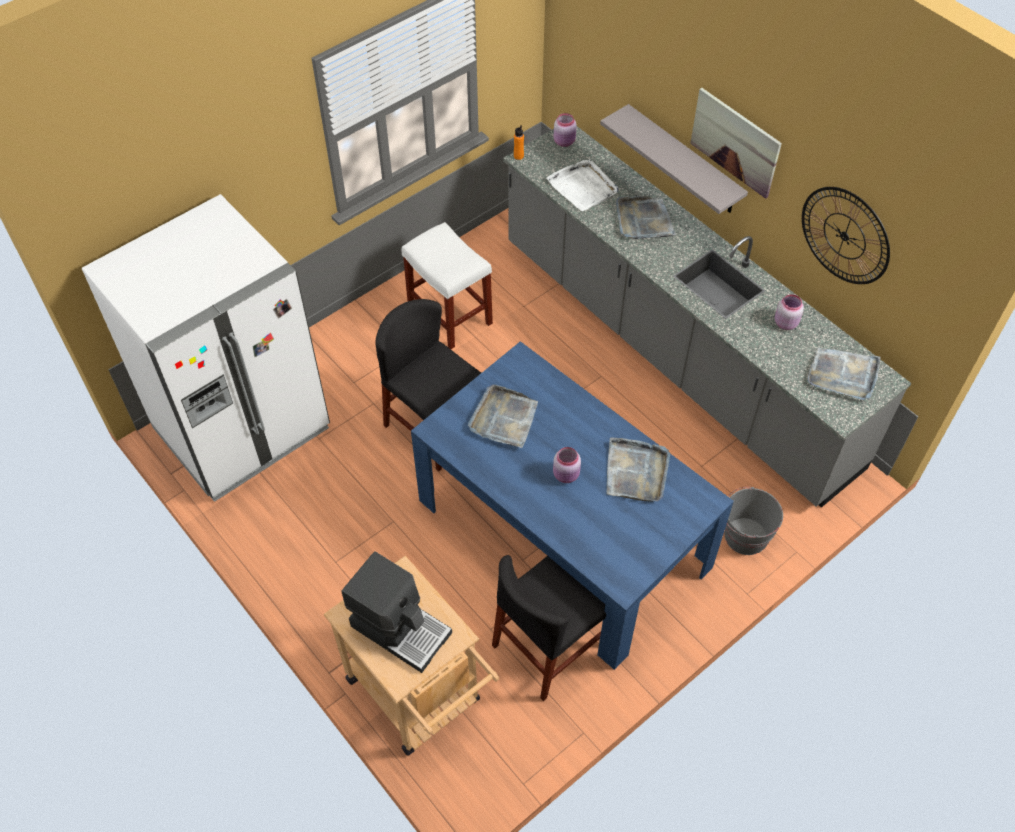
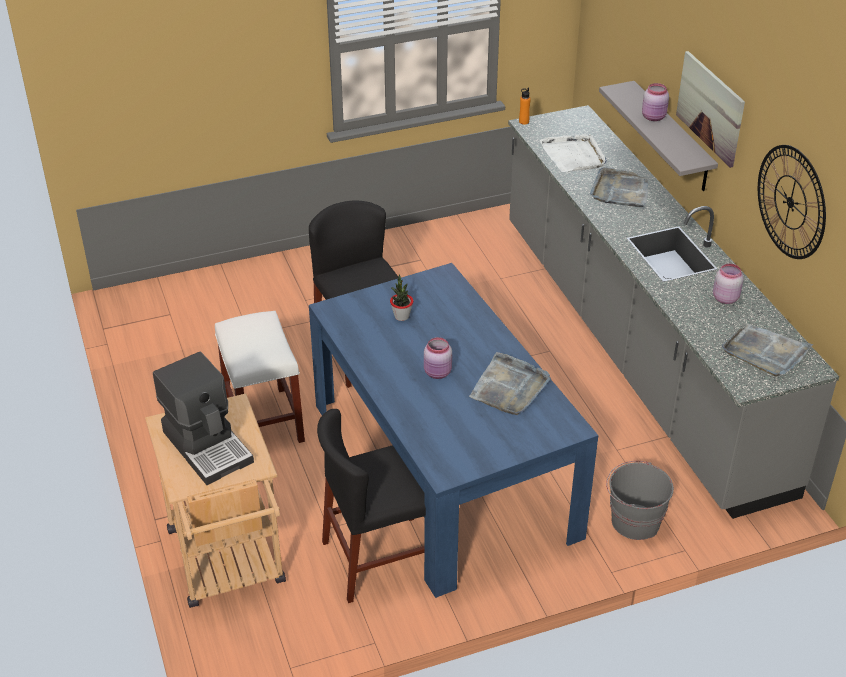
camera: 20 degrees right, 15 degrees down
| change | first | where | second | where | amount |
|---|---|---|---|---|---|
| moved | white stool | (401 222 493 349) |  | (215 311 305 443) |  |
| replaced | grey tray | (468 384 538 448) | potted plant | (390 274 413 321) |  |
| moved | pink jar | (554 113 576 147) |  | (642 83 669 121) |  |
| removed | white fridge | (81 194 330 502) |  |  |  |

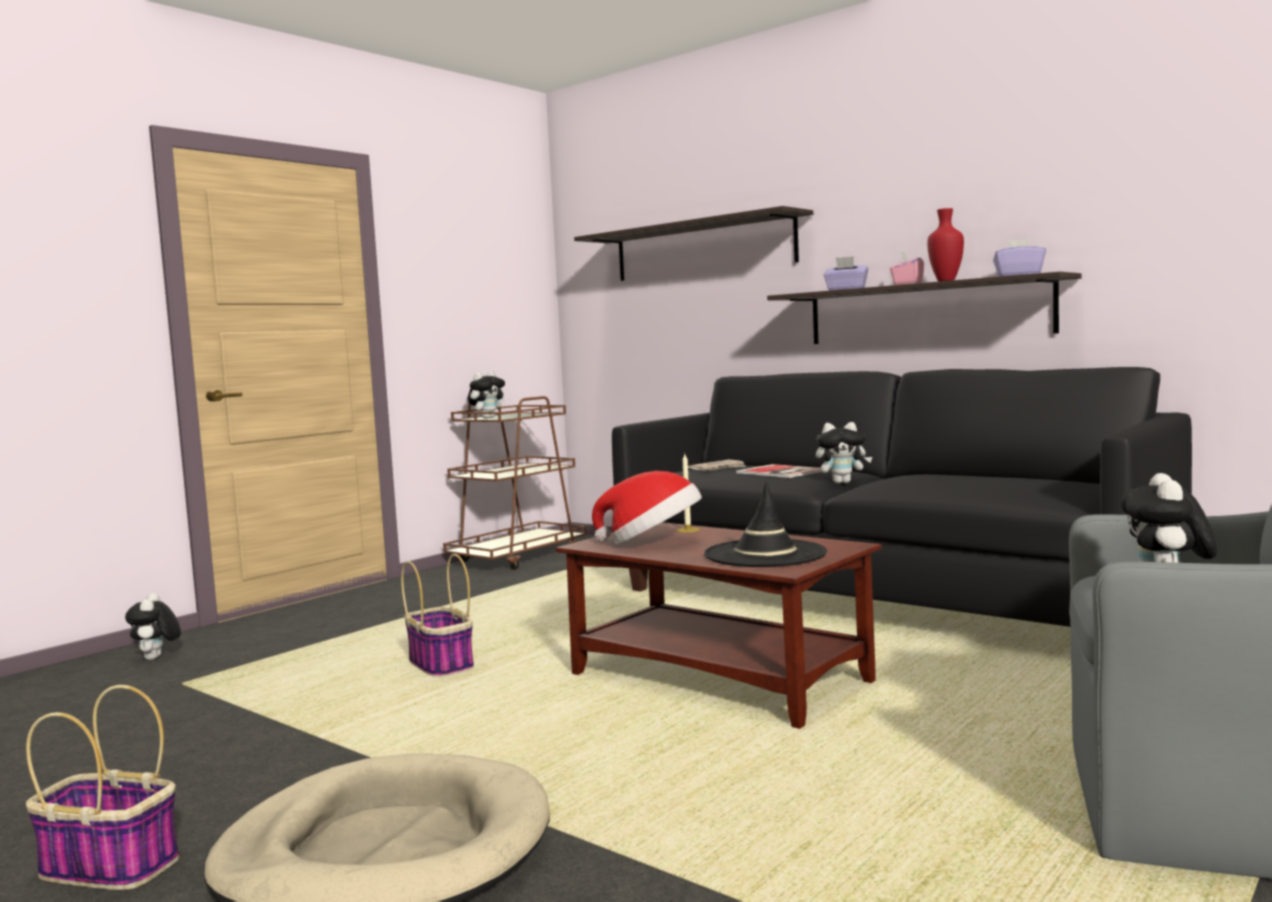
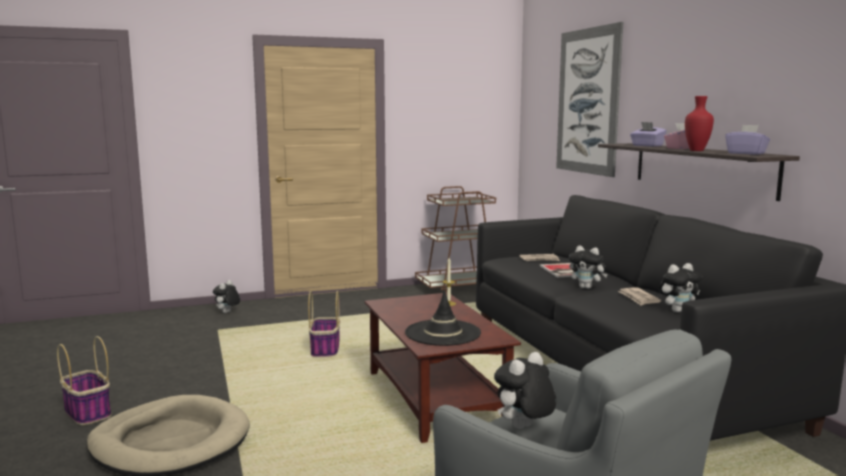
camera: 30 degrees right, 5 degrees up
| change | first | where | second | where | amount |
|---|---|---|---|---|---|
| replaced | shelf | (574 206 813 281) | picture | (556 22 623 177) |  |
| added |  |  | newspaper | (618 287 661 306) |  |
| moved | plush toy | (468 371 505 419) |  | (659 263 703 313) |  |
| removed | hat | (592 471 702 545) |  |  |  |

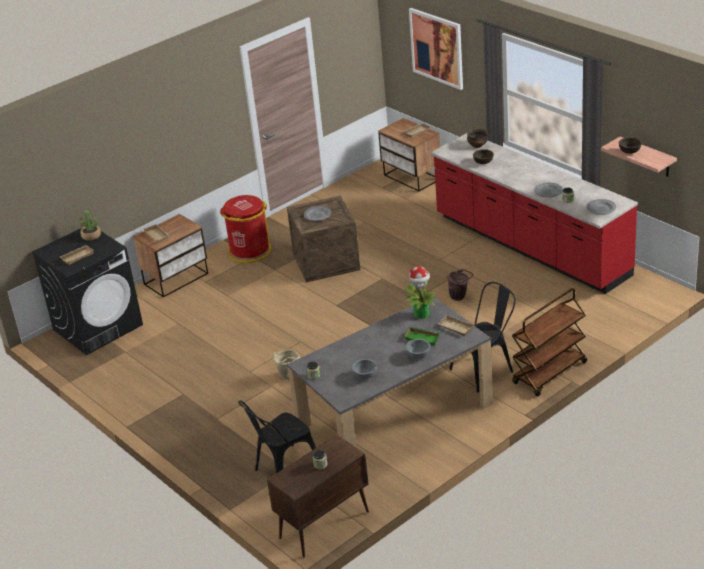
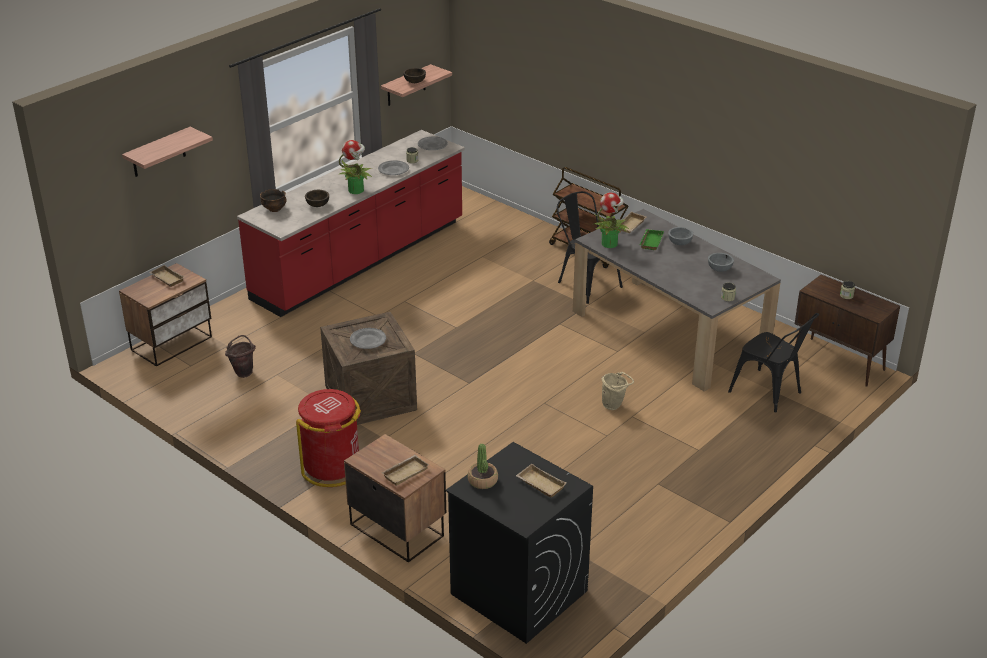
camera: 100 degrees left, 0 degrees up
| change | first | where | second | where | amount |
|---|---|---|---|---|---|
| replaced | picture | (409 8 463 90) | shelf | (122 127 213 177) |  |
| moved | brown bucket | (447 269 473 301) |  | (225 335 256 378) |  |
| added |  |  | potted plant | (338 140 372 194) |  |

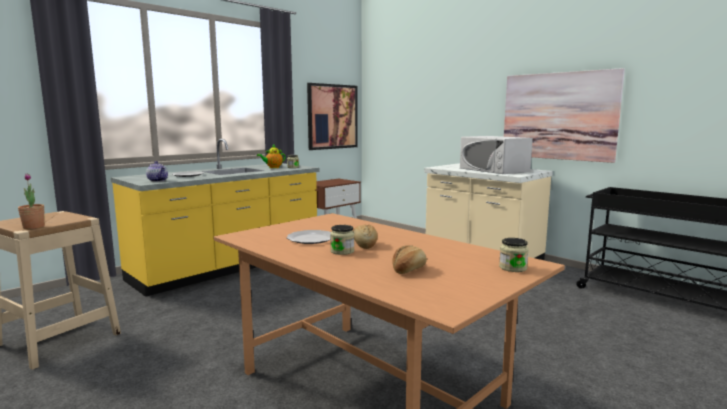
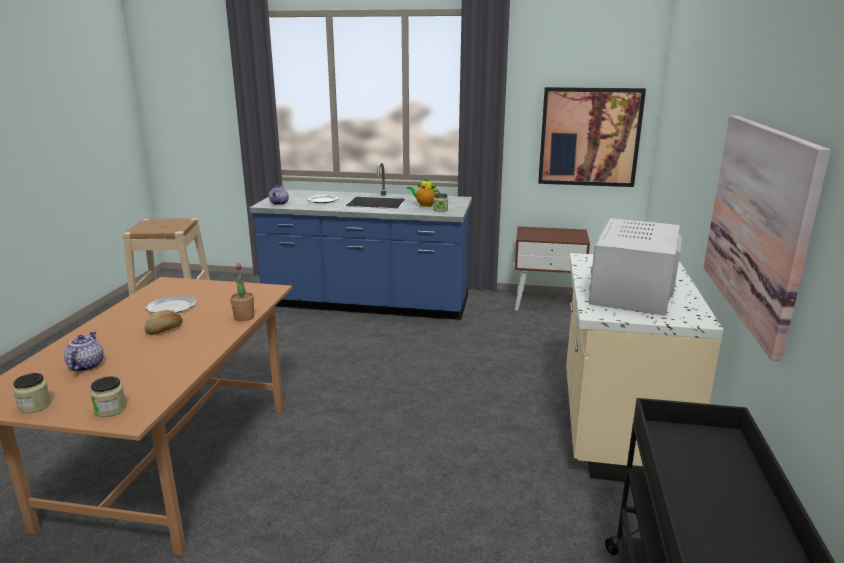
camera: 55 degrees right, 10 degrees up
| change | first | where | second | where | amount |
|---|---|---|---|---|---|
| moved | jar | (330 225 354 255) |  | (13 373 51 413) |  |
| replaced | bread | (392 245 427 274) | teapot | (64 331 104 372) |  |
| moved | potted plant | (18 174 45 229) |  | (230 263 254 321) |  |
| recoloured | yellow counter | (110 139 320 297) | blue counter | (249 162 472 320) |  |

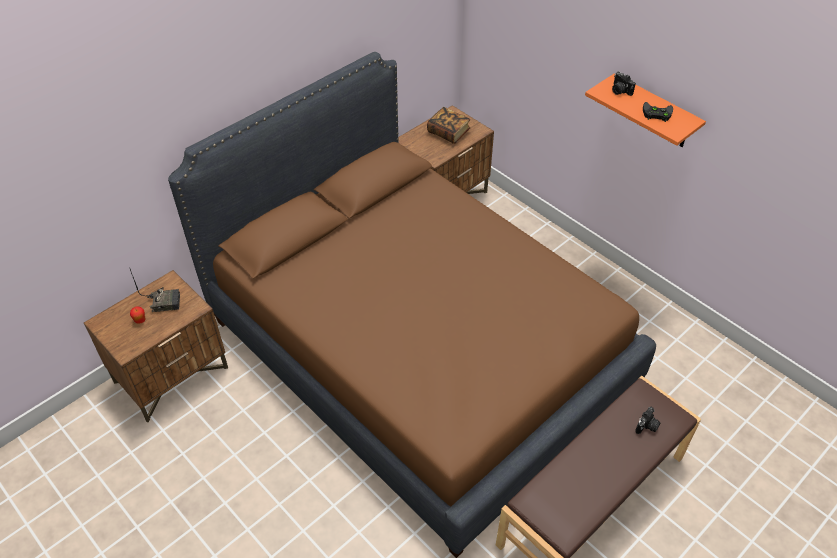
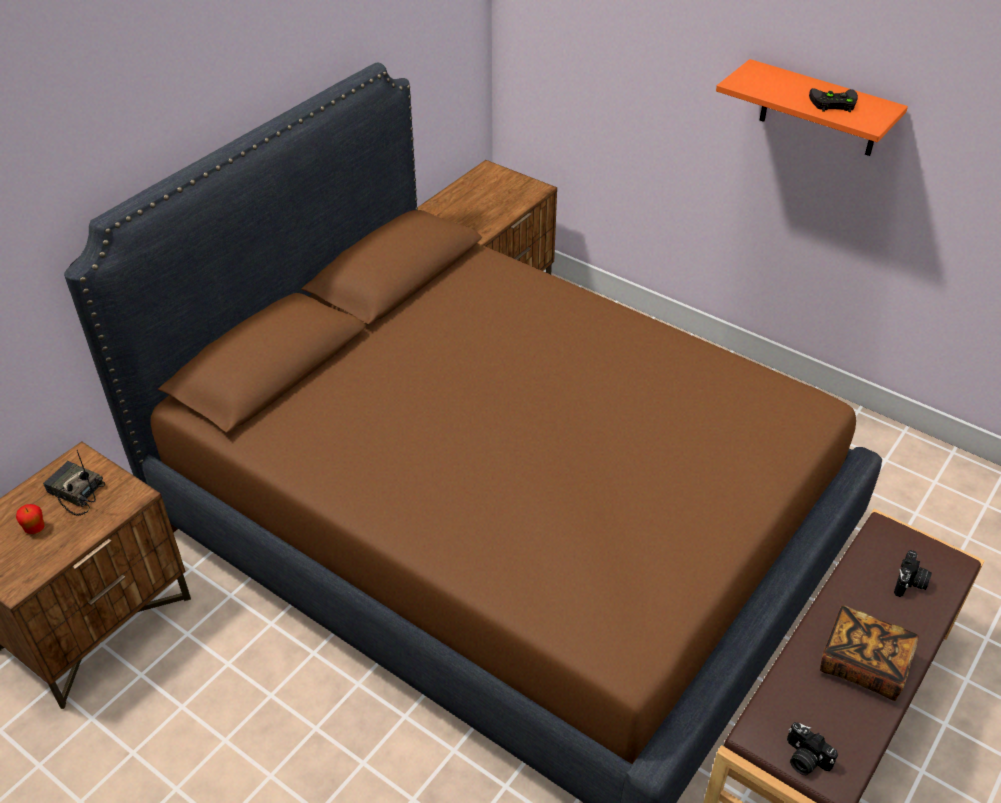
camera: 10 degrees left, 5 degrees down
| change | first | where | second | where | amount |
|---|---|---|---|---|---|
| turned | radio | (130 269 180 312) |  | (43 450 105 516) | 135 degrees counterclockwise |
| moved | photo camera | (612 72 636 96) |  | (787 722 838 775) |  |
| moved | book | (427 107 471 144) |  | (820 605 919 701) |  |

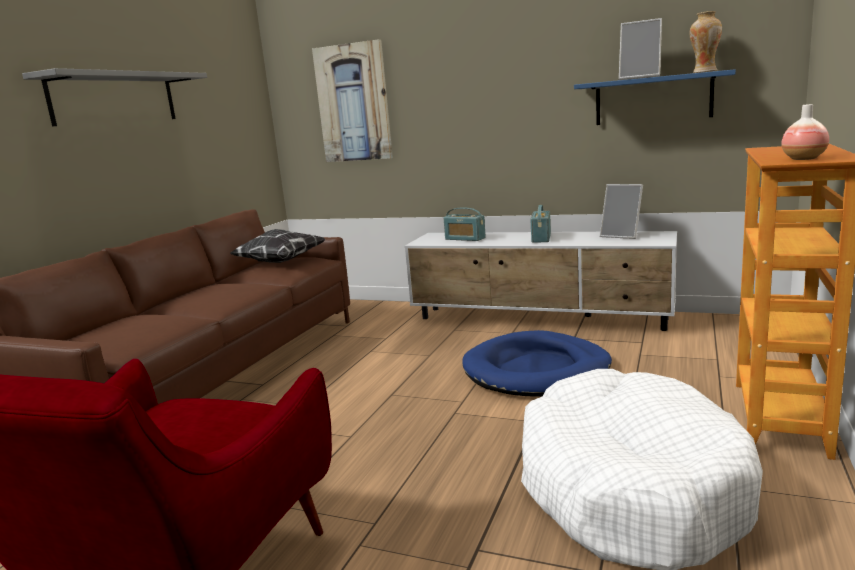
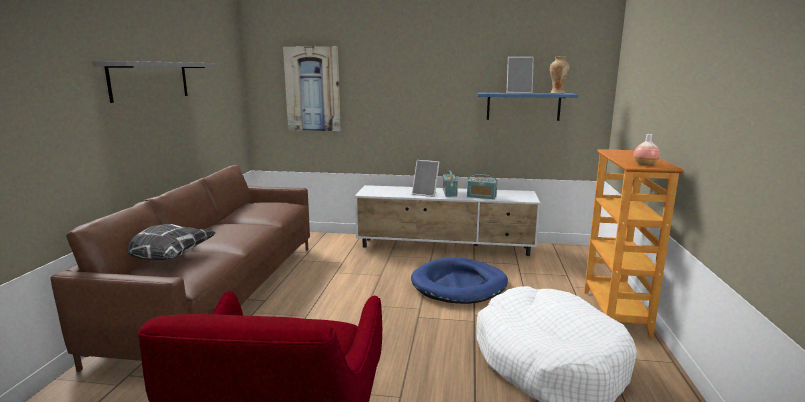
camera: 15 degrees left, 0 degrees up
| change | first | where | second | where | amount |
|---|---|---|---|---|---|
| moved | pillow | (230 229 326 263) |  | (127 224 216 261) |  |
| moved | picture frame | (600 184 643 239) |  | (412 160 440 197) |  |
| moved | radio | (444 208 486 241) |  | (467 174 497 199) |  |

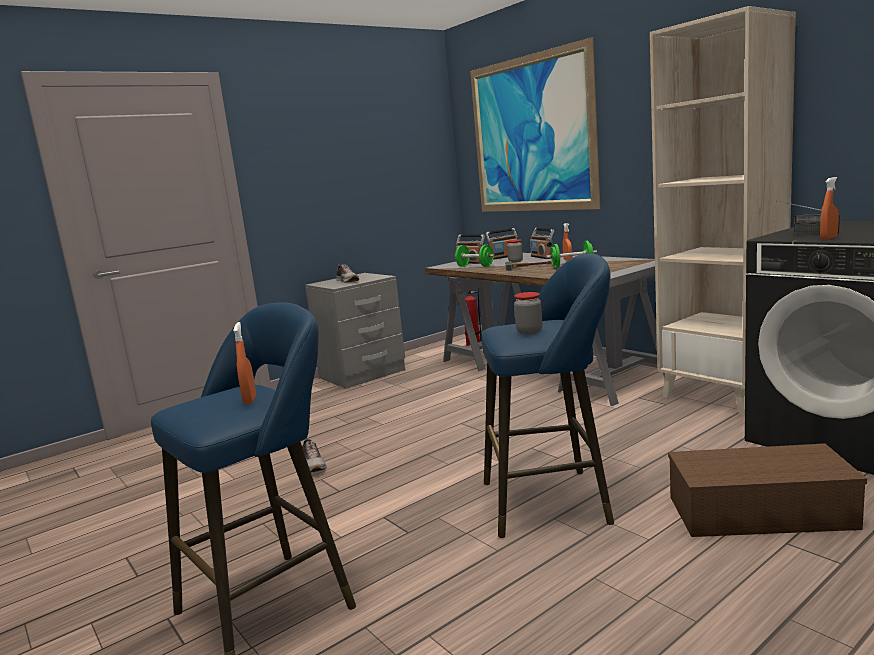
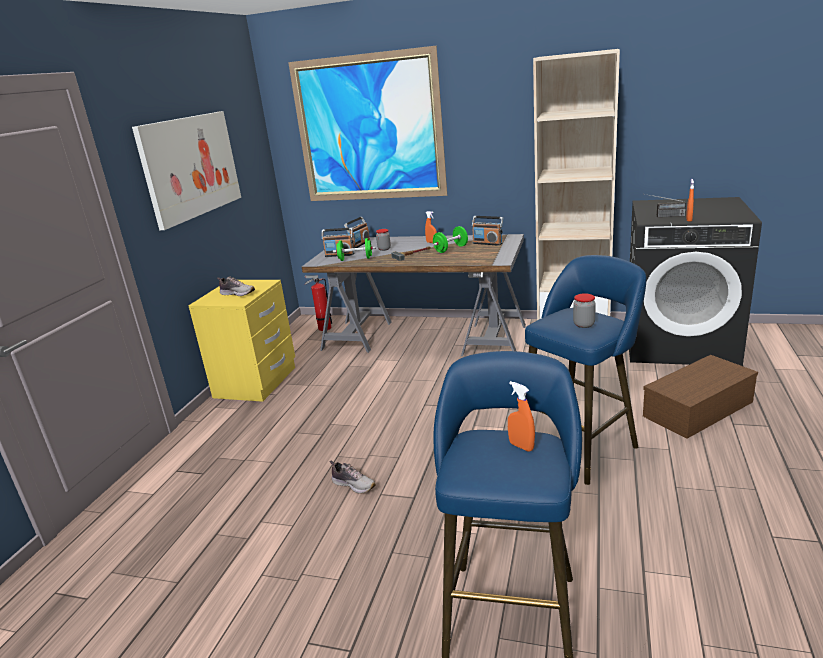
camera: 35 degrees left, 10 degrees up
| change | first | where | second | where | amount |
|---|---|---|---|---|---|
| added |  |  | picture | (132 111 241 230) |  |
| recoloured | grey nightstand | (305 273 405 389) | yellow nightstand | (188 280 295 402) |  |
| moved | radio | (530 228 554 259) |  | (472 216 504 246) |  |

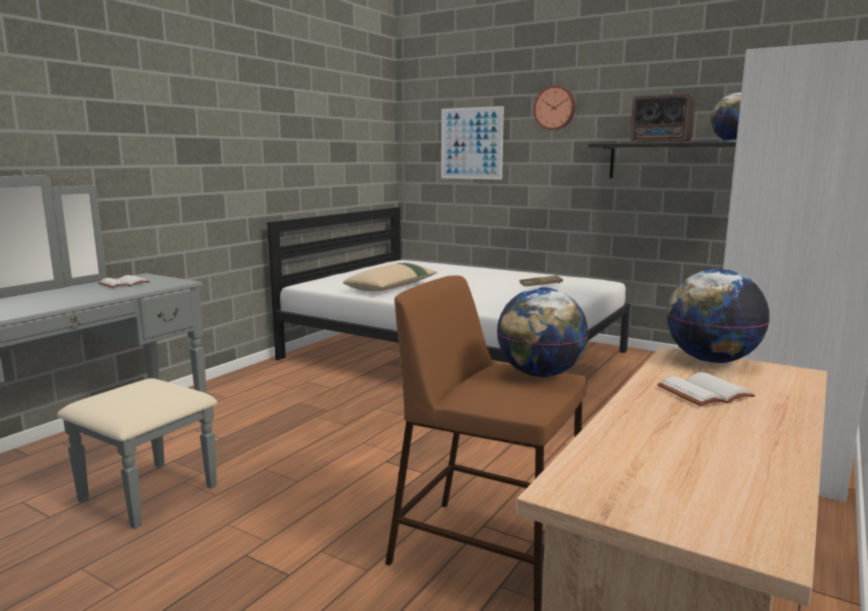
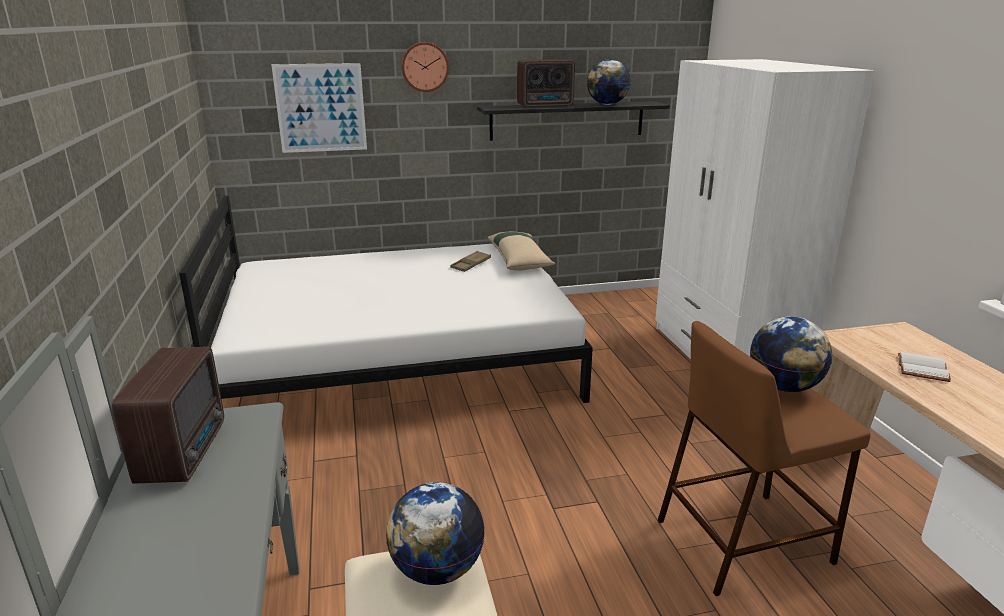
camera: 45 degrees left, 10 degrees up
| change | first | where | second | where | amount |
|---|---|---|---|---|---|
| replaced | white book | (98 275 150 288) | radio | (112 347 224 484) |  |
| moved | globe | (666 269 770 363) |  | (386 482 485 585) |  |
| moved | beige pillow | (343 263 438 291) |  | (488 232 555 270) |  |

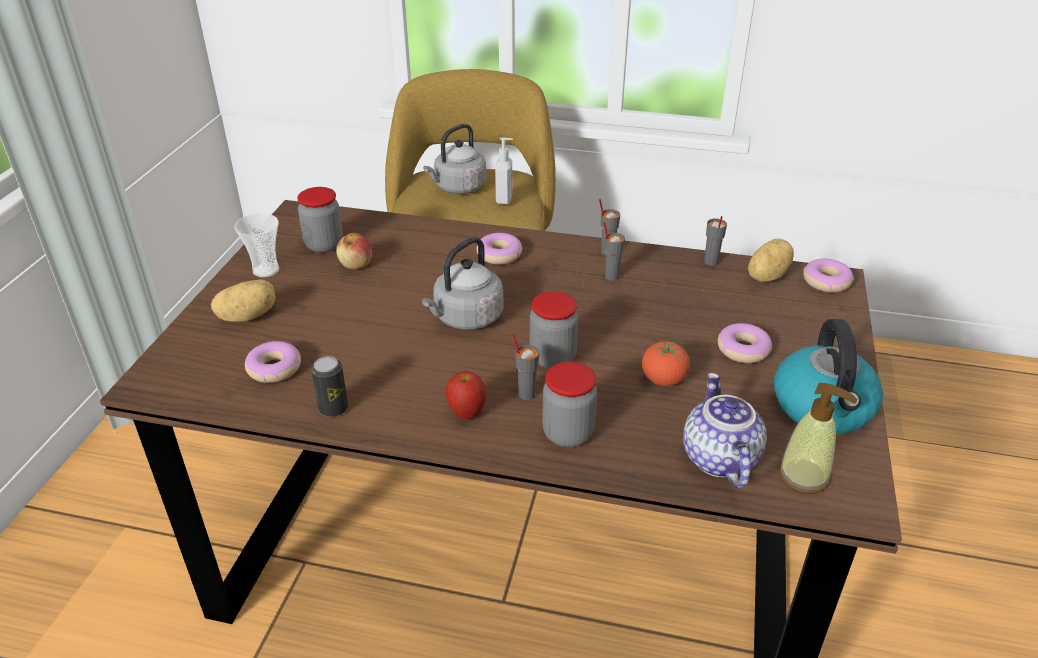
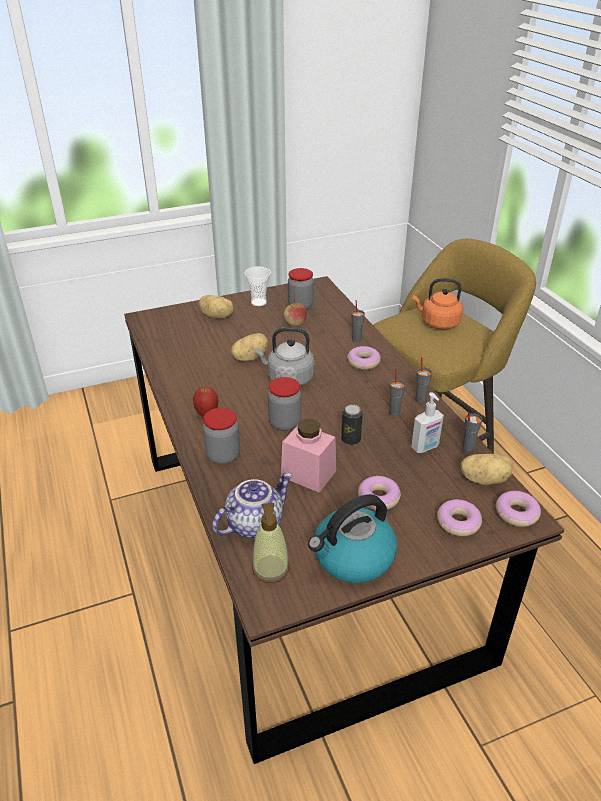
camera: 55 degrees right, 0 degrees up
| change | first | where | second | where | amount |
|---|---|---|---|---|---|
| added |  |  | potato | (231 333 268 361) |  |
| replaced | tomato | (642 340 690 386) | pink jar | (281 419 336 493) |  |
| moved | can | (311 356 348 417) |  | (341 404 363 445) |  |
| moved | grey cup | (512 334 539 400) |  | (352 300 365 342) |  |
| moved | soap dispenser | (495 137 513 204) |  | (411 392 444 453) |  |
| recoloured | grey kettle | (423 124 486 194) | orange kettle | (413 278 463 329) |  |
| moved | donut | (245 341 301 383) |  | (437 499 482 536) |  |

